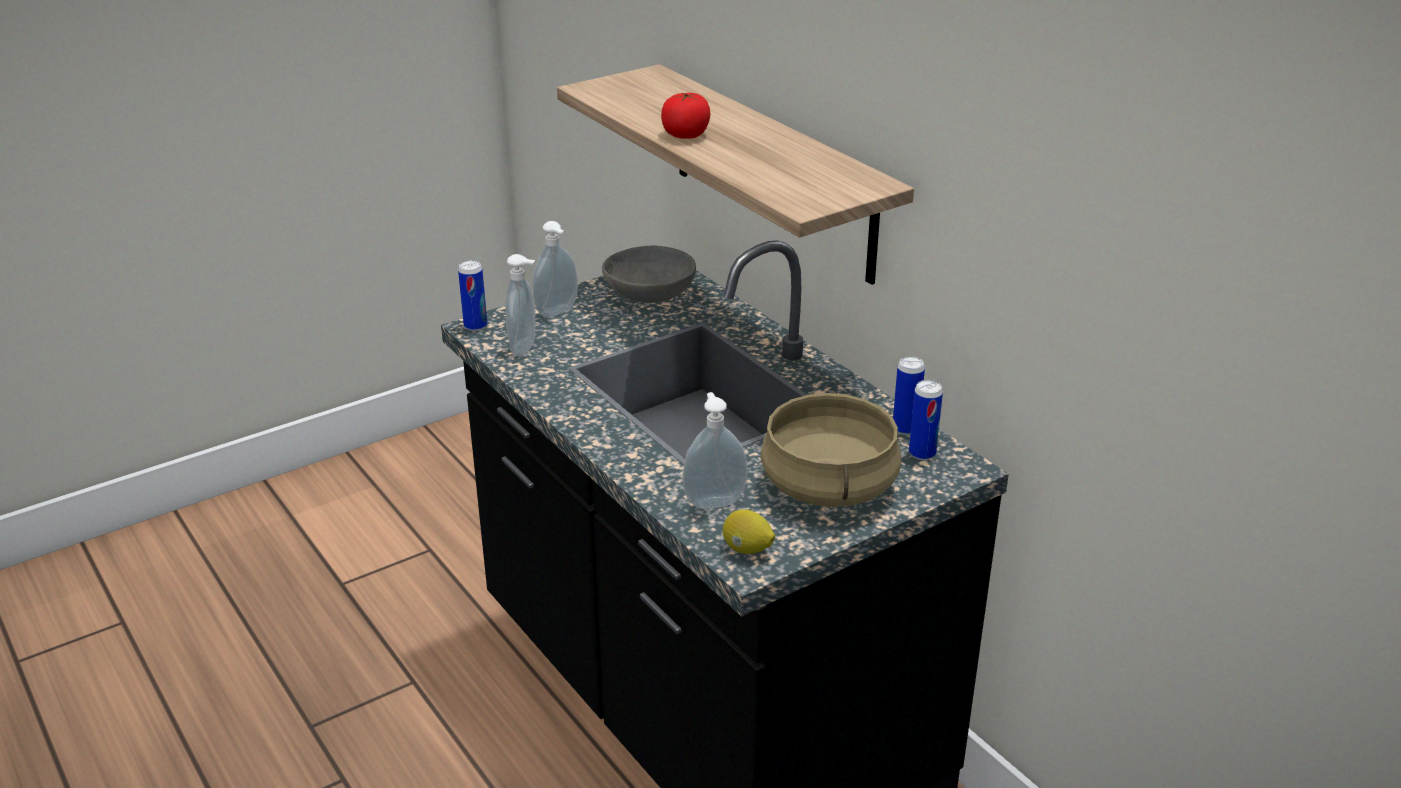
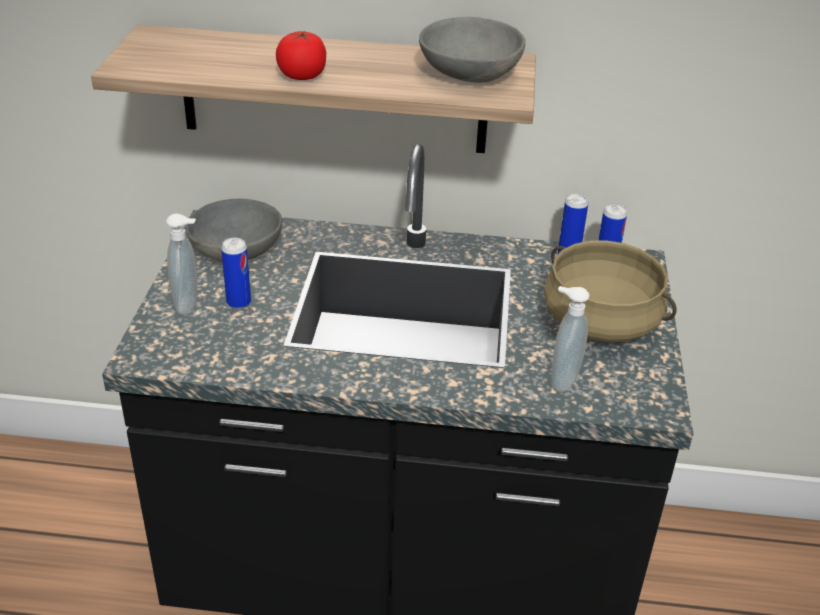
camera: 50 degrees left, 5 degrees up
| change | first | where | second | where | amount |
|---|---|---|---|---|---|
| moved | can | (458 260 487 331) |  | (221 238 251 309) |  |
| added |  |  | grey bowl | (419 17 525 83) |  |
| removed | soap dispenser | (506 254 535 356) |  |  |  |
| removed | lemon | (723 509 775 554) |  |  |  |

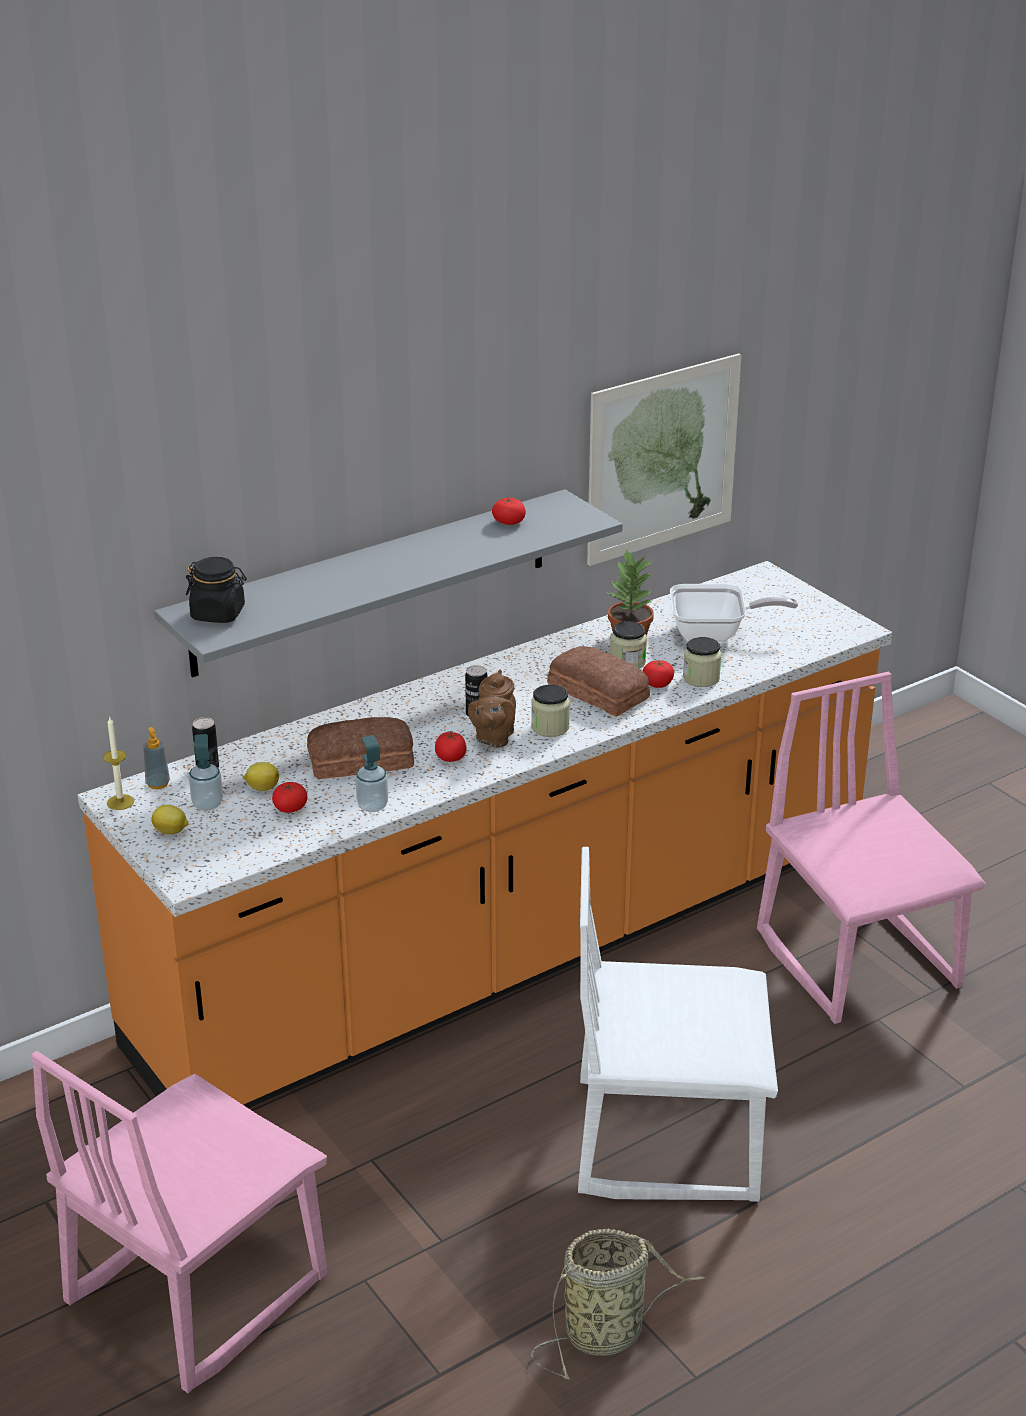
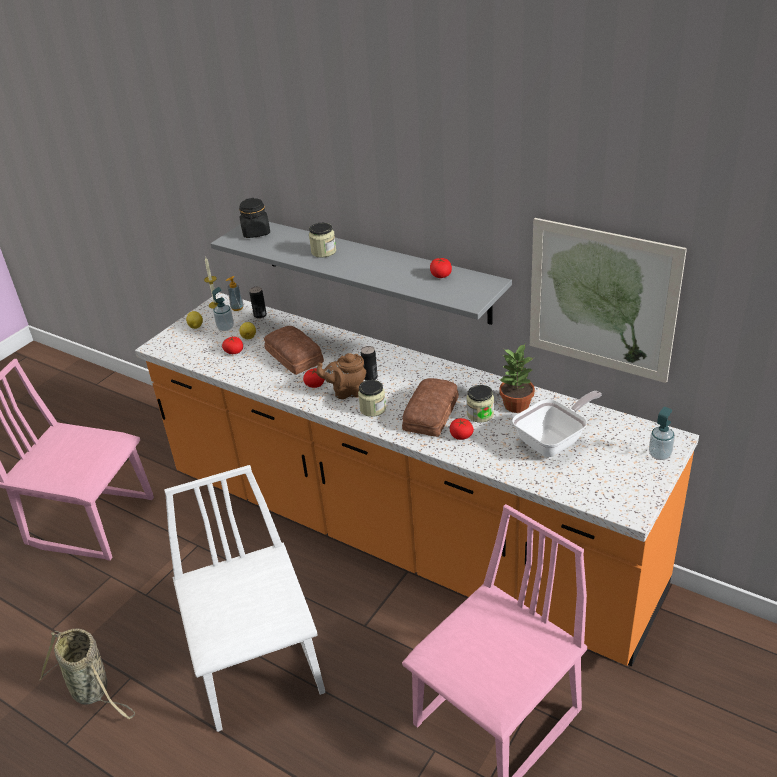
camera: 70 degrees right, 5 degrees up
| change | first | where | second | where | amount |
|---|---|---|---|---|---|
| moved | jar | (683 637 721 687) |  | (309 223 336 258) |  |
| turned | frying pan | (670 584 798 642) |  | (512 391 602 457) | 105 degrees counterclockwise |
| moved | soap dispenser | (355 735 388 812) |  | (649 407 675 460) |  |

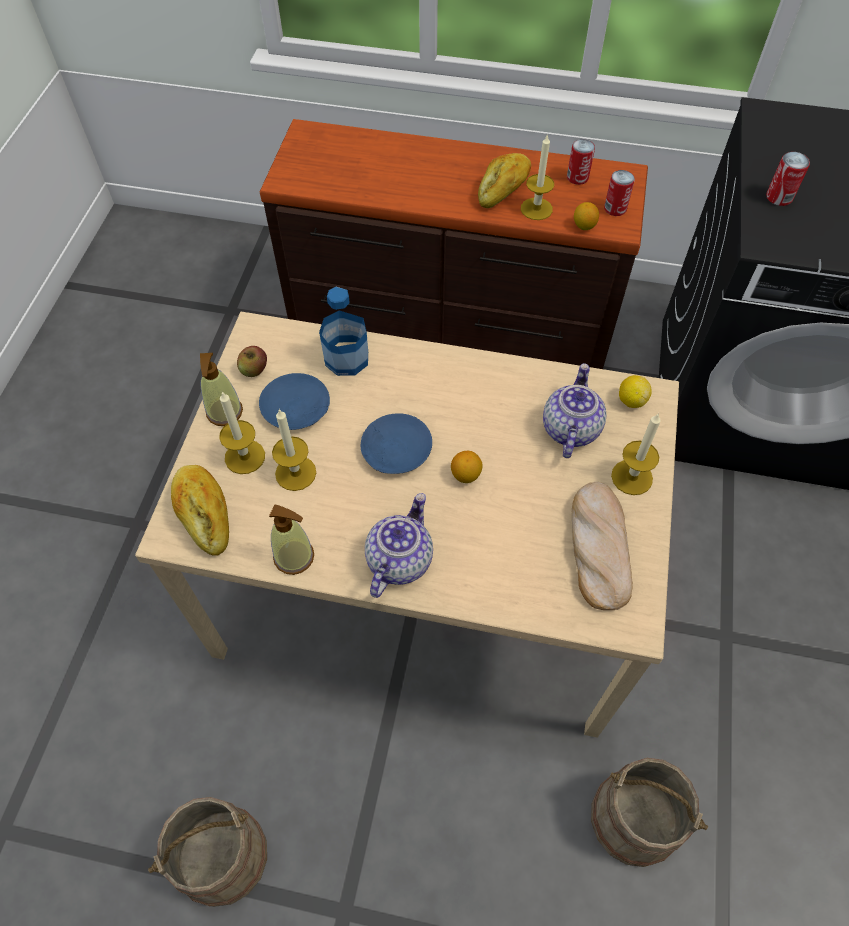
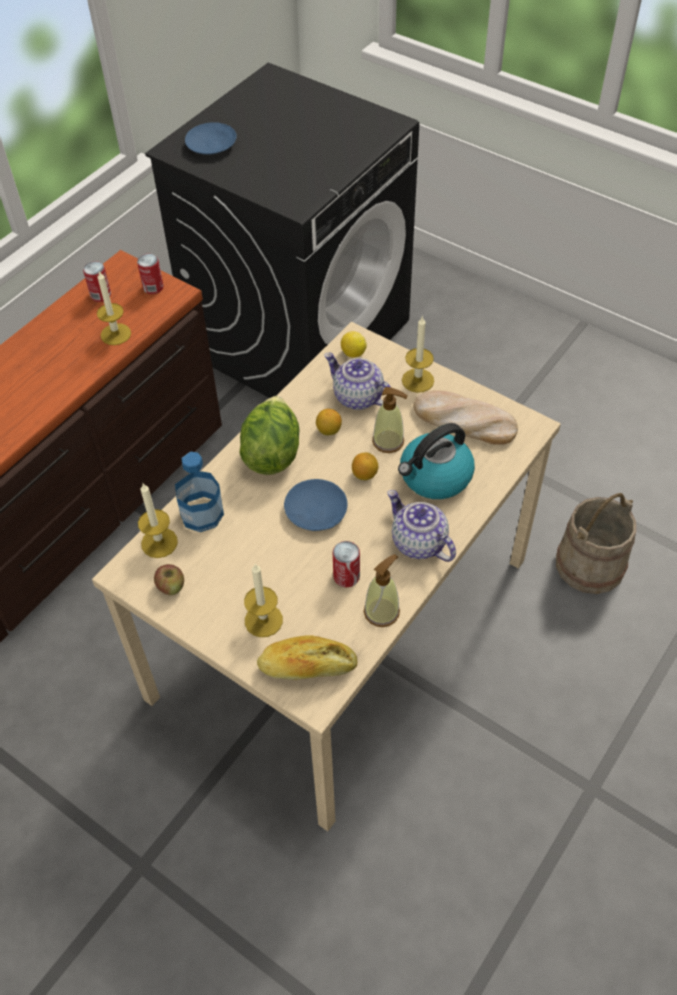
camera: 65 degrees left, 5 degrees down
| change | first | where | second | where | amount |
|---|---|---|---|---|---|
| moved | candle | (272 409 316 491) |  | (138 484 178 558) |  |
| moved | blue plate | (259 373 330 430) |  | (185 122 237 155) |  |
| added |  |  | lettuce | (239 396 300 475) |  |
| moved | lemon | (574 202 599 230) |  | (316 409 342 435) |  |
| moved | can | (766 152 810 206) |  | (333 541 360 587) |  |
| moved | soap dispenser | (200 353 243 426) |  | (372 387 408 453) |  |
| added |  |  | kettle | (398 423 475 499) |  |
| removed | beige bucket | (148 797 267 907) |  |  |  |
| removed | bread | (478 153 531 208) |  |  |  |

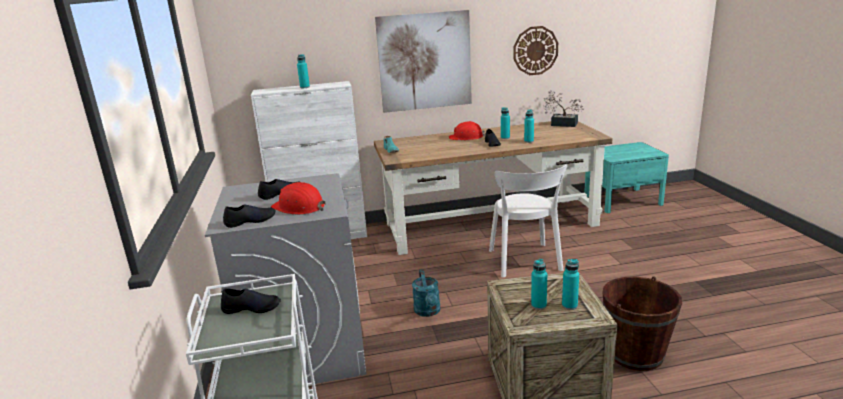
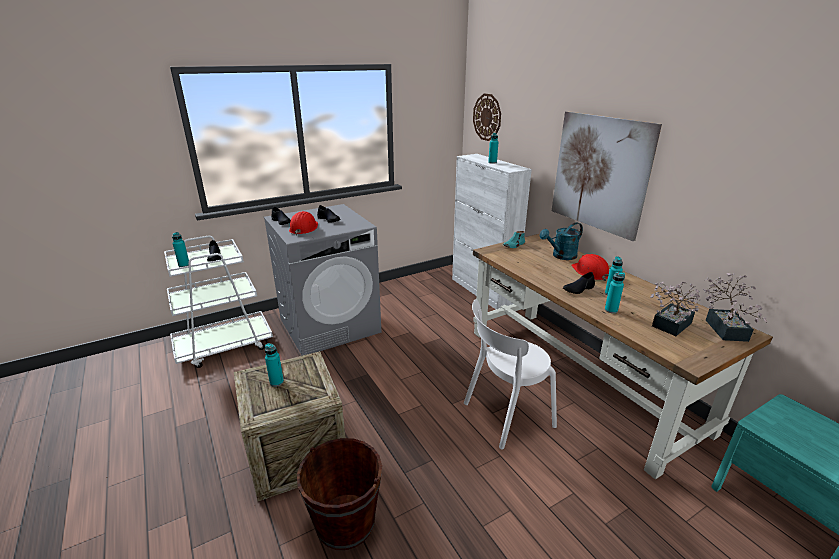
camera: 70 degrees right, 5 degrees up
| change | first | where | second | where | amount |
|---|---|---|---|---|---|
| moved | turquoise bottle | (562 259 579 310) |  | (172 232 189 267) |  |
| moved | wall clock | (513 26 558 75) |  | (473 94 501 141) |  |
| moved | turquoise watering can | (412 269 441 317) |  | (540 222 583 260) |  |
| added |  |  | potted plant | (650 282 701 336) |  |

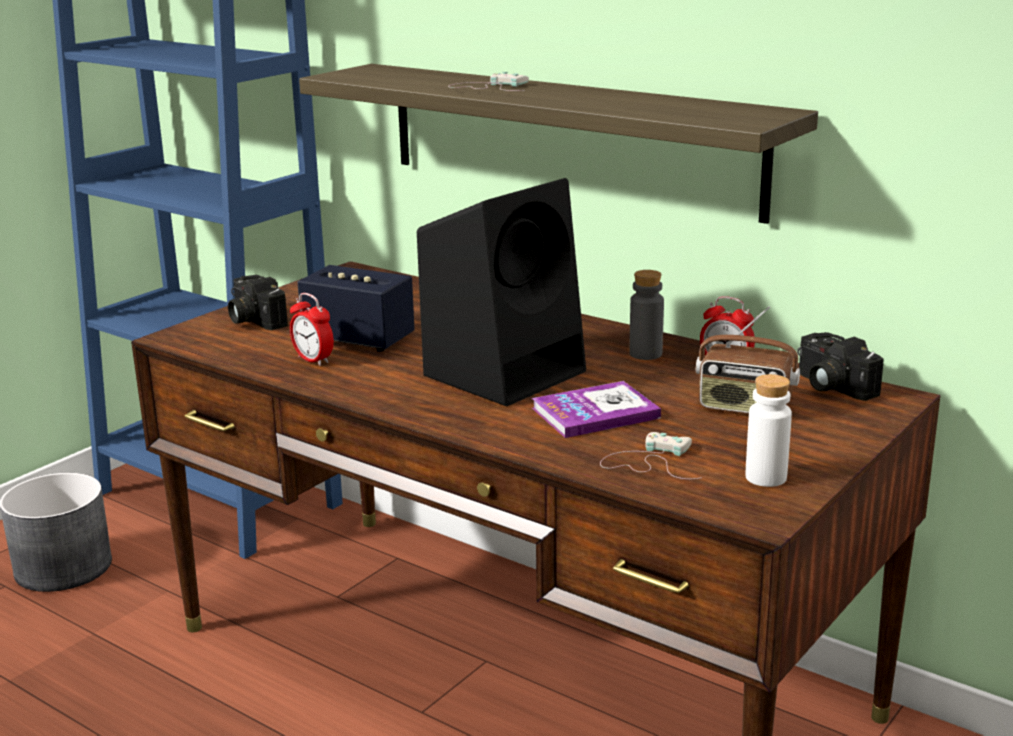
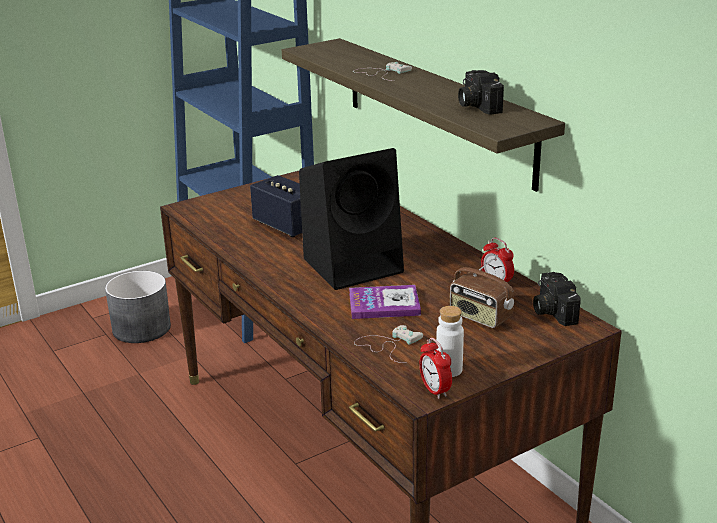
camera: 20 degrees right, 5 degrees up
| change | first | where | second | where | amount |
|---|---|---|---|---|---|
| moved | alarm clock | (290 293 334 366) |  | (419 338 452 399) |  |
| moved | photo camera | (228 275 288 330) |  | (458 70 504 115) |  |
| removed | grey bottle | (630 270 664 360) |  |  |  |

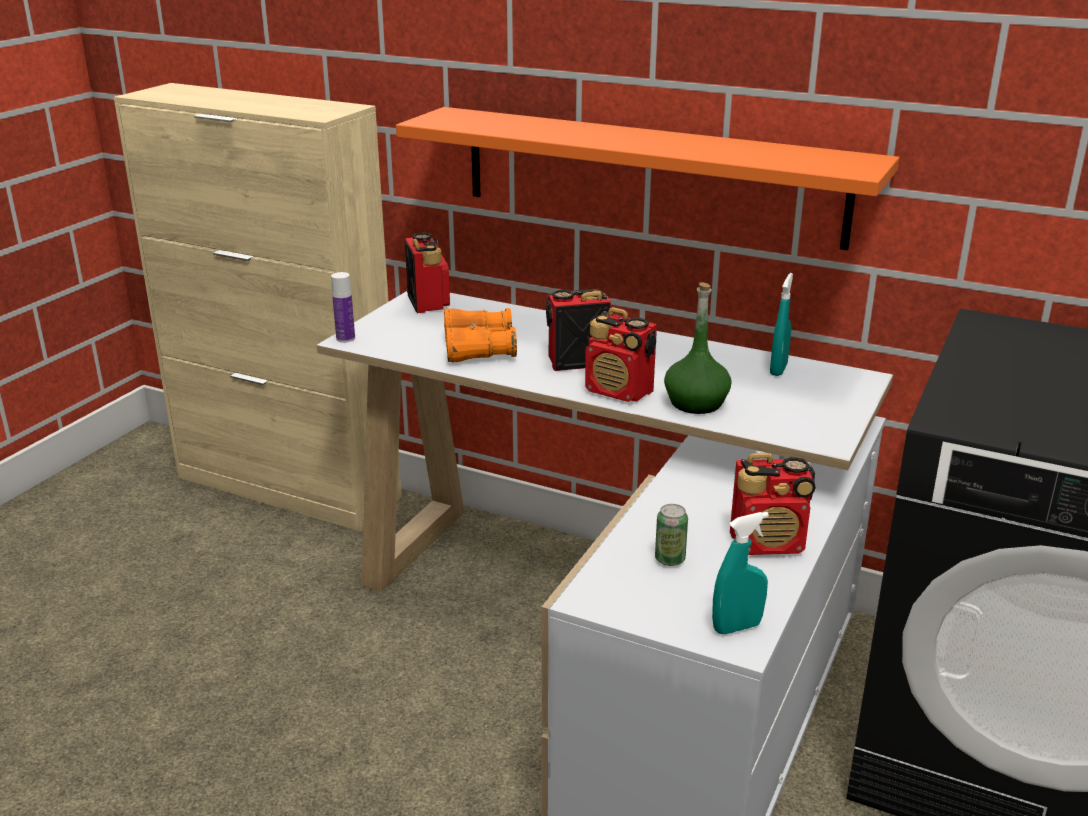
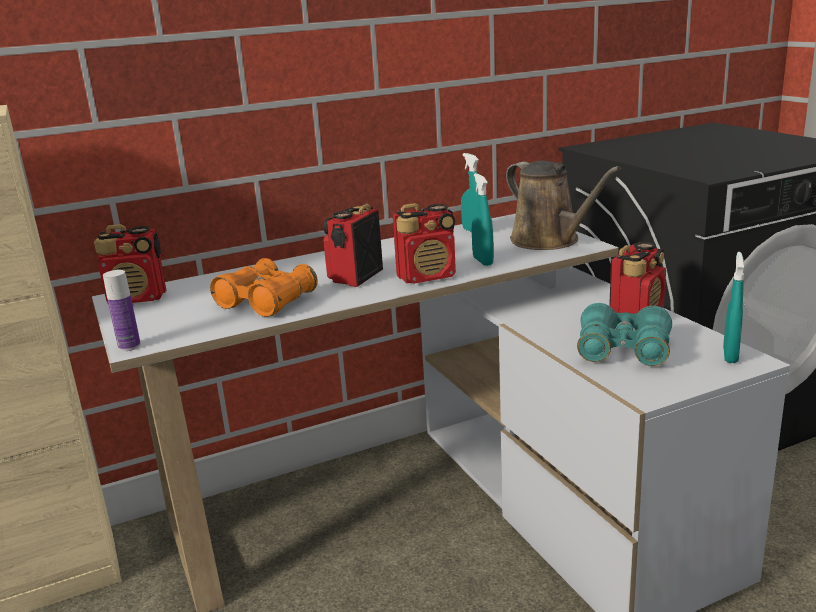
camera: 50 degrees left, 5 degrees down
| change | first | where | second | where | amount |
|---|---|---|---|---|---|
| turned | radio | (404 232 450 313) |  | (94 224 166 303) | 150 degrees clockwise |
| replaced | green bottle | (664 282 732 414) | turquoise spray bottle | (472 173 494 266) |  |
| added |  |  | brown watering can | (506 161 621 250) |  |
| replaced | can | (655 504 688 566) | turquoise binoculars | (577 303 672 366) |  |
| removed | orange shelf | (396 107 900 250) |  |  |  |

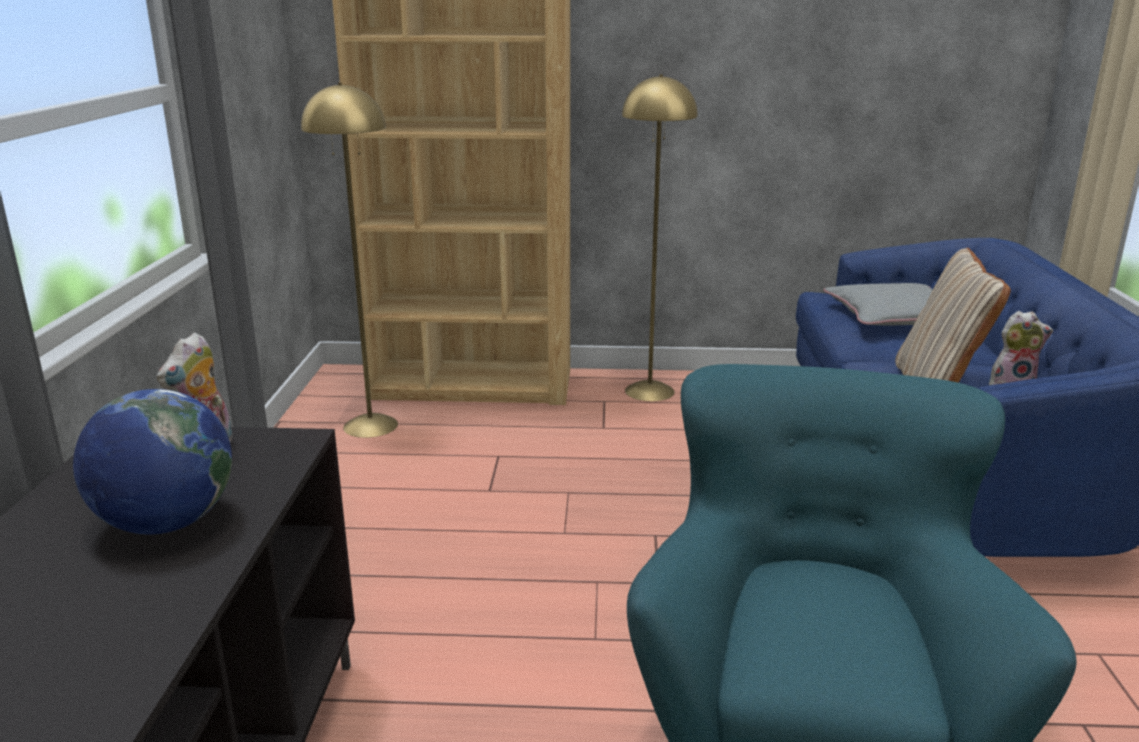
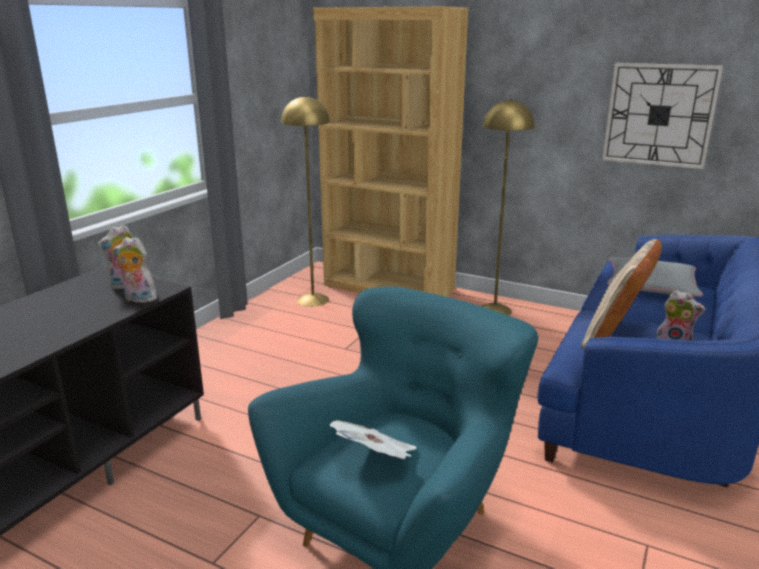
camera: 25 degrees right, 0 degrees up
| change | first | where | second | where | amount |
|---|---|---|---|---|---|
| added |  |  | plush toy | (113 237 160 303) |  |
| added |  |  | newspaper | (330 420 417 459) |  |
| added |  |  | wall clock | (602 63 723 169) |  |
| removed | globe | (73 389 232 535) |  |  |  |

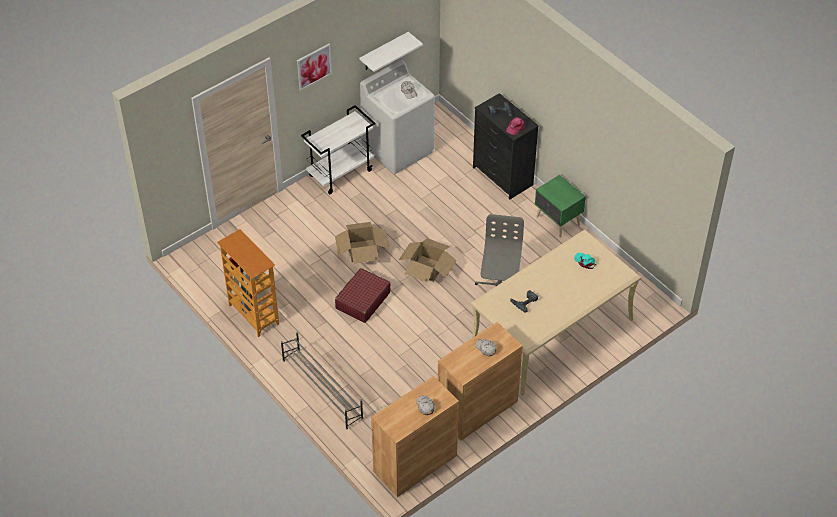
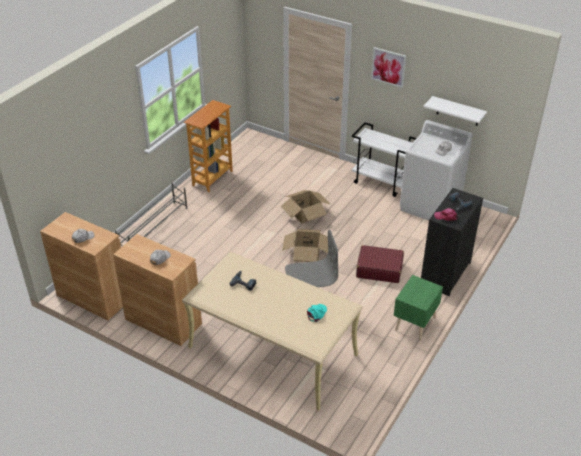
camera: 70 degrees right, 10 degrees down
| change | first | where | second | where | amount |
|---|---|---|---|---|---|
| moved | red suitcase | (335 268 390 323) |  | (356 245 404 283) |  |

